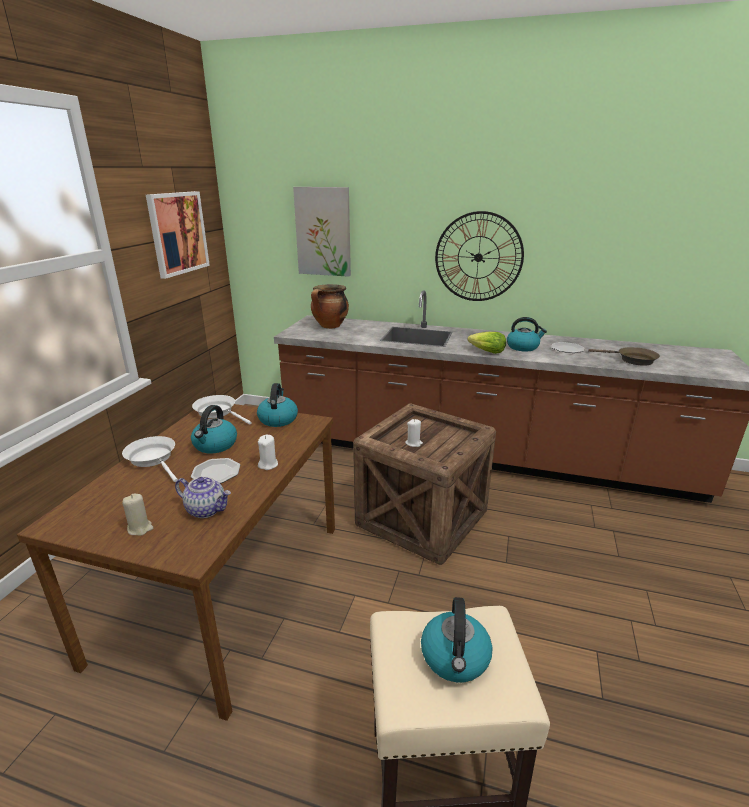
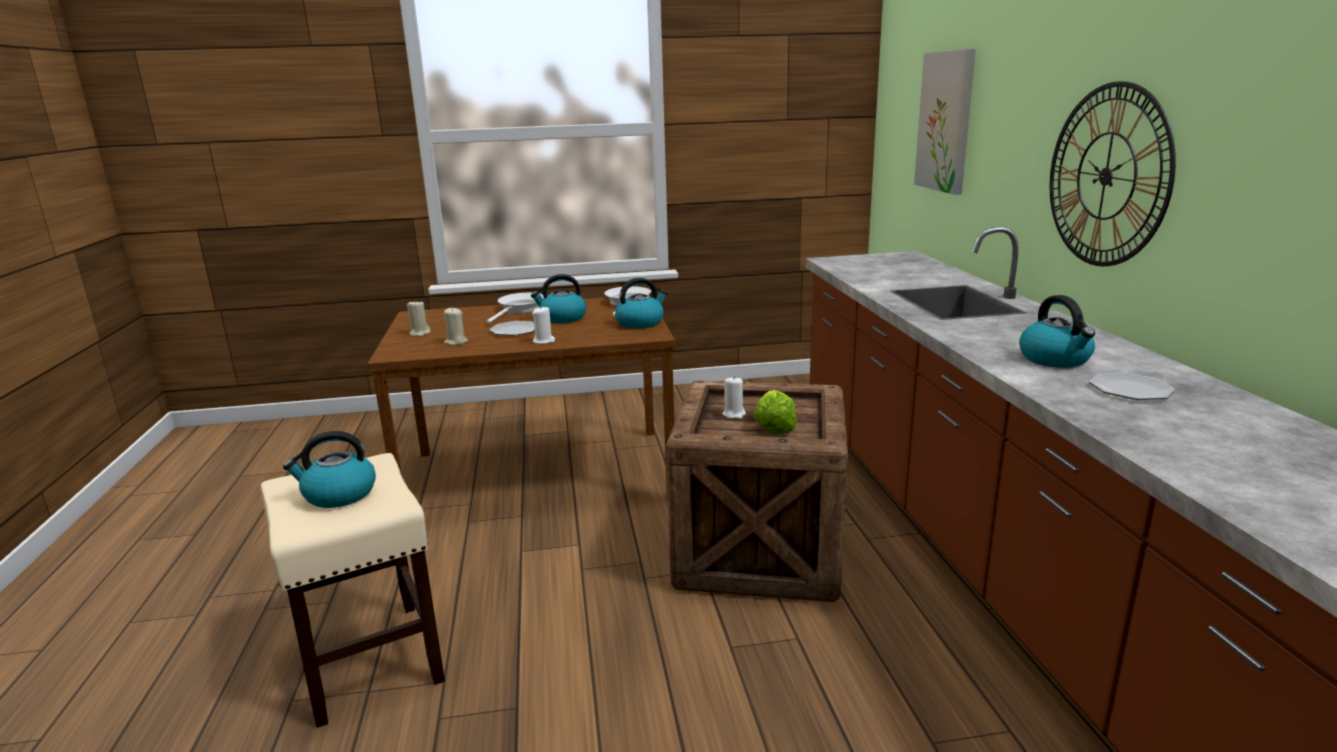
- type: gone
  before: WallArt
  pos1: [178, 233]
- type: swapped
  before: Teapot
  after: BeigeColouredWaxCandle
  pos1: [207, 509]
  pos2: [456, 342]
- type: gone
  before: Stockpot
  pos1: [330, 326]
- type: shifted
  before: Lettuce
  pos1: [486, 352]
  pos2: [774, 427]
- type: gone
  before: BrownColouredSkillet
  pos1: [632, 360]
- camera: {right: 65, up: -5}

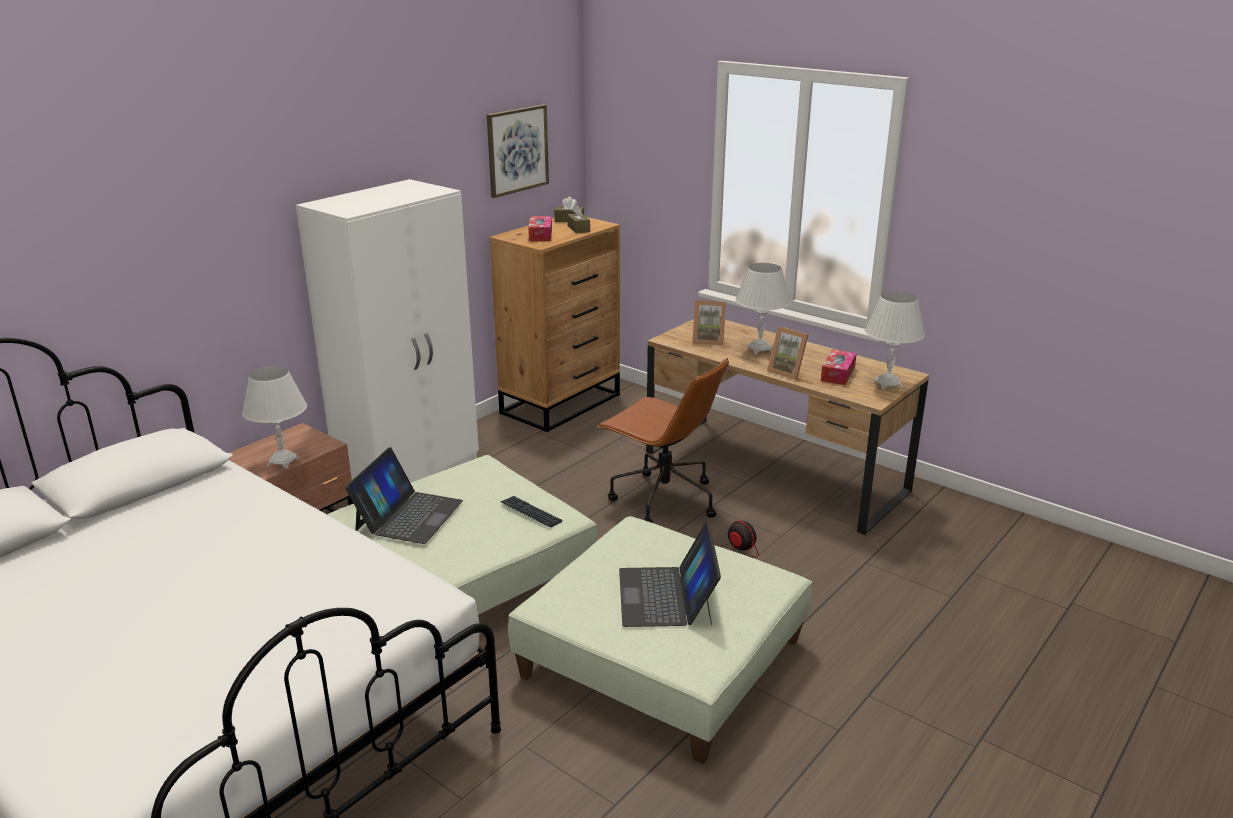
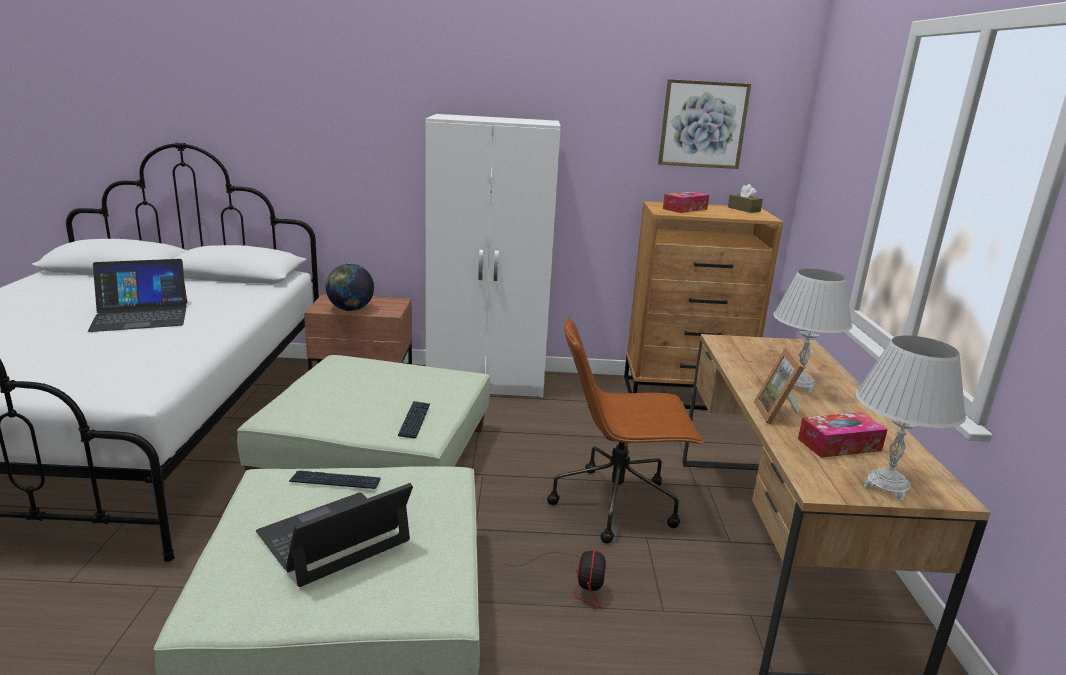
- type: swapped
  before: WhitishTabletopLamp
  after: DeskGlobe
  pos1: [283, 461]
  pos2: [350, 309]
- type: shifted
  before: Laptop
  pos1: [408, 515]
  pos2: [141, 316]
- type: gone
  before: BrownColouredTissueHolder
  pos1: [578, 229]
- type: rotated
  before: BrownColouredComputerChair
  pos1: [662, 500]
  pos2: [617, 504]
  turn: 90
- type: gone
  before: PhotoFrame
  pos1: [708, 340]
- type: new
  after: ComputerKeyboard
  pos2: [335, 481]
- camera: {right: 50, up: -5}

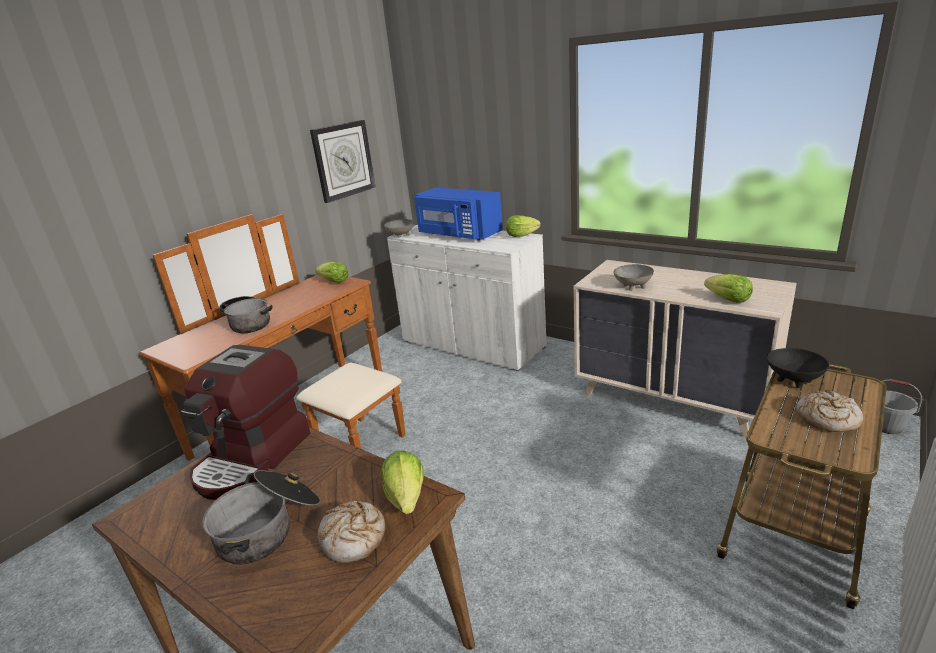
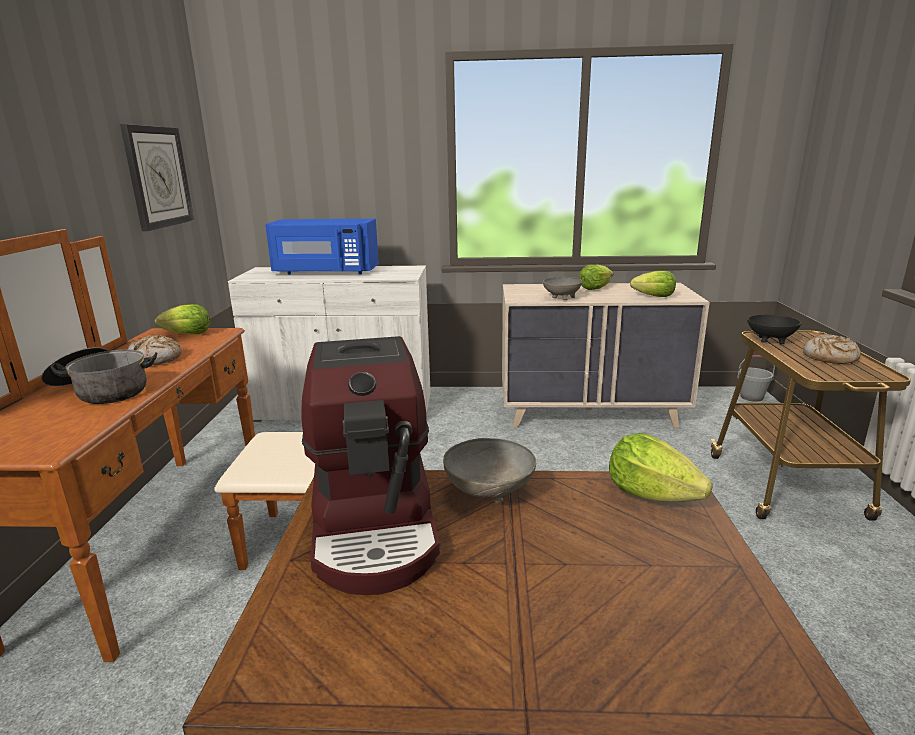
- type: gone
  before: Stockpot
  pos1: [269, 527]
- type: shifted
  before: BakedBread
  pos1: [353, 538]
  pos2: [156, 359]
- type: shifted
  before: GreyDeepDish
  pos1: [400, 235]
  pos2: [487, 493]
- type: shifted
  before: Lettuce
  pos1: [521, 235]
  pos2: [594, 288]
- camera: {right: -35, up: -5}

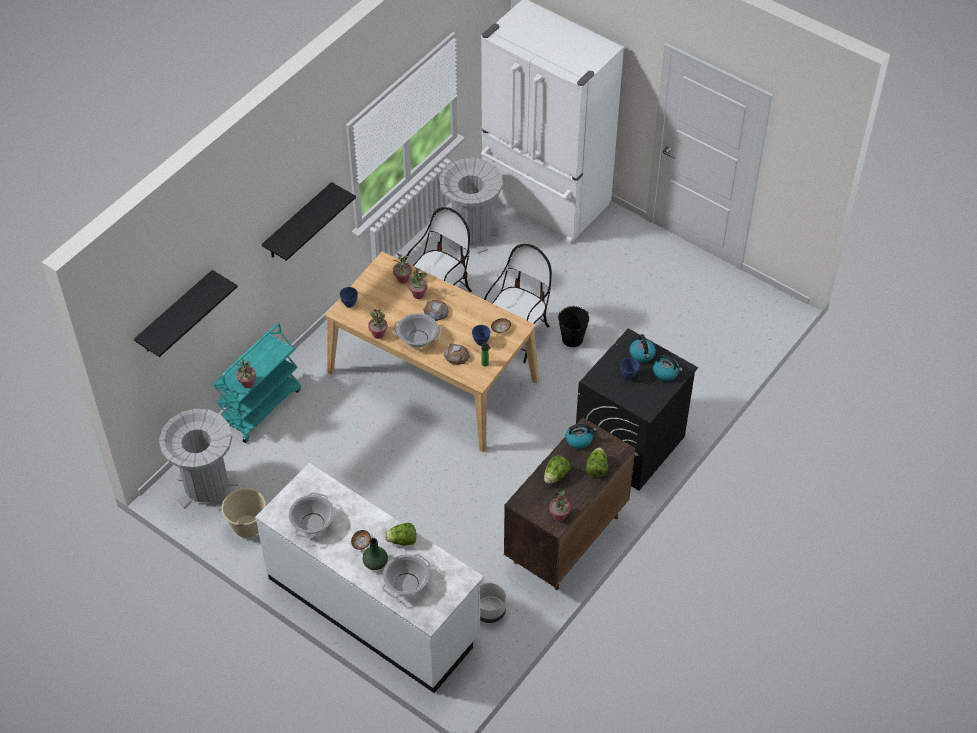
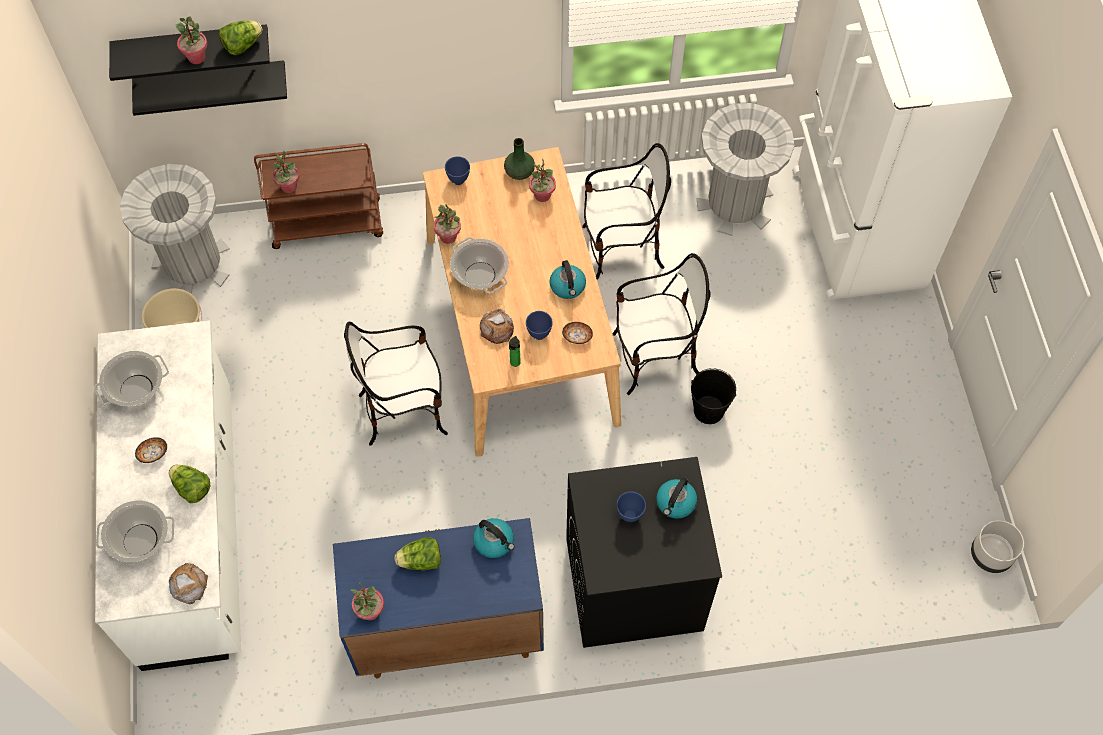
- type: repainted
  before: BlueGreenTrolley
  after: BrownColouredTrolley
  pos1: [260, 407]
  pos2: [328, 223]
- type: shifted
  before: BlackColouredShelf
  pos1: [298, 222]
  pos2: [212, 82]
- type: shifted
  before: GreenishFlowerVase
  pos1: [375, 563]
  pos2: [519, 172]
- type: shifted
  before: Houseplant
  pos1: [418, 294]
  pos2: [197, 57]
- type: shifted
  before: BakedBread
  pos1: [435, 312]
  pos2: [188, 584]
- type: shifted
  before: GreyFlowerPot
  pos1: [489, 611]
  pos2: [990, 555]
- type: repainted
  before: BrownColouredCupboard
  after: BluishCupboard
  pos1: [565, 540]
  pos2: [446, 630]
- type: shifted
  before: Lettuce
  pos1: [596, 468]
  pos2: [242, 45]
- type: shifted
  before: WaterKettle
  pos1: [666, 372]
  pos2: [568, 287]
- type: new
  after: UprightChair
  pos2: [404, 410]
- camera: {right: 45, up: 10}

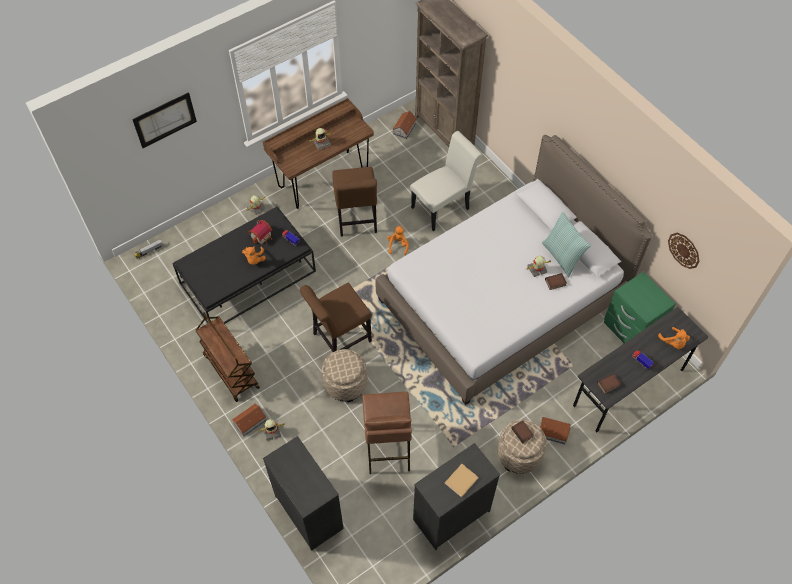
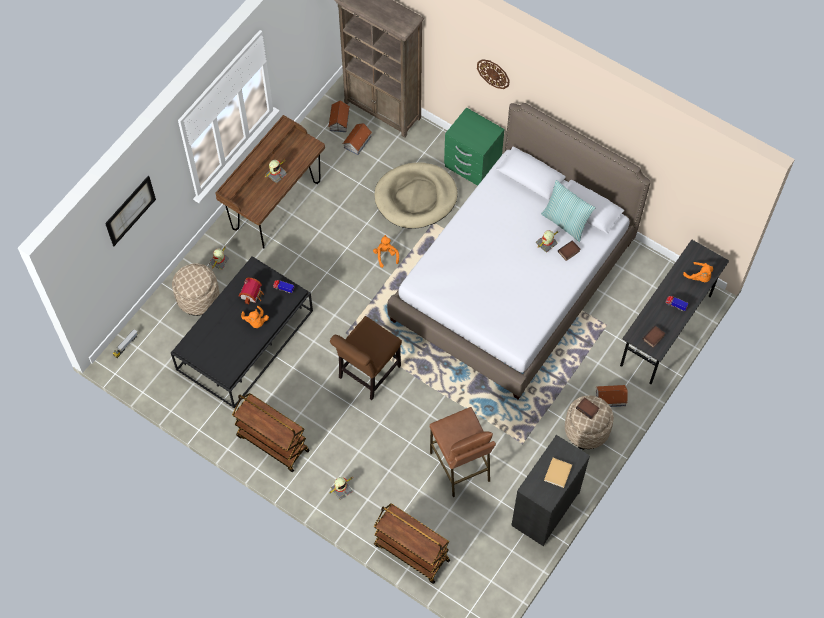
- type: shifted
  before: MiniatureHouse
  pos1: [249, 422]
  pos2: [357, 142]
- type: swapped
  before: BlackColouredDresser
  after: BrownColouredTrolley
  pos1: [309, 512]
  pos2: [411, 552]
- type: shifted
  before: BeigeColouredPouffe
  pos1: [345, 383]
  pos2: [198, 298]
- type: gone
  before: BrownColouredUprightChair
  pos1: [356, 220]
- type: swapped
  before: WhitishUprightChair
  after: BeigeColouredPetBed
  pos1: [443, 206]
  pos2: [416, 197]
- type: shifted
  before: GreenishNightTable
  pos1: [630, 329]
  pos2: [472, 165]
- type: shifted
  before: ClockOnTheWall
  pos1: [684, 250]
  pos2: [493, 73]
- camera: {right: -20, up: 5}

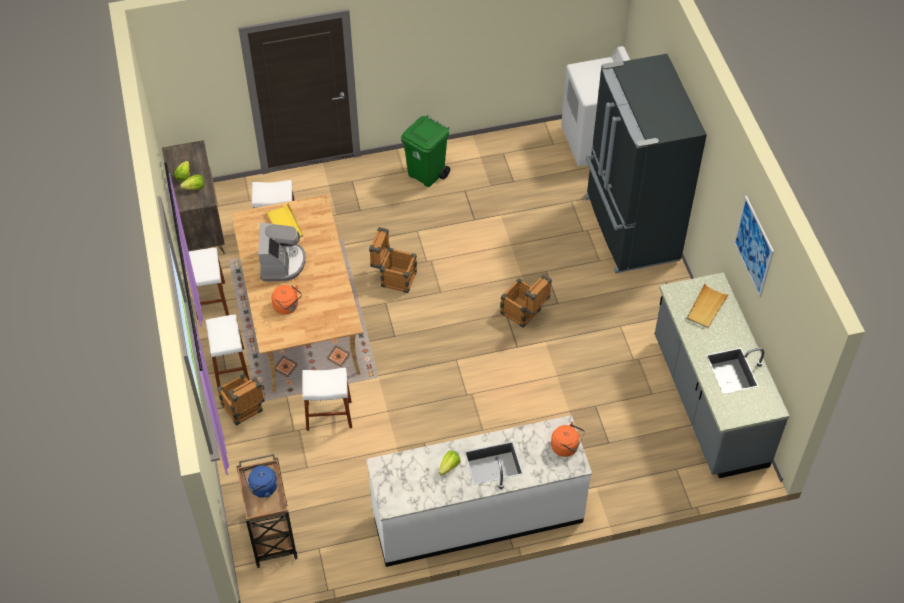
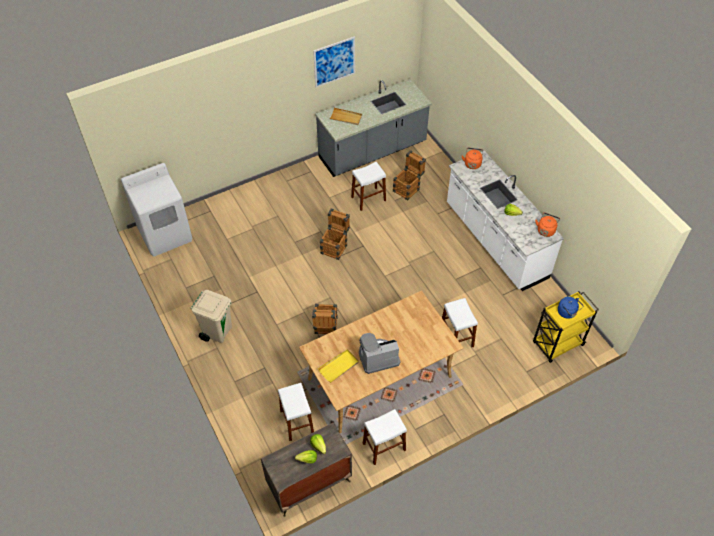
- type: shifted
  before: WhitishStoolSeat
  pos1: [231, 368]
  pos2: [368, 199]
- type: shifted
  before: PackingCrate
  pos1: [244, 411]
  pos2: [408, 188]
- type: repainted
  before: BrownColouredTrolley
  after: YellowishTrolley
  pos1: [271, 533]
  pos2: [557, 344]
- type: shifted
  before: OrangeyWaterKettle
  pos1: [287, 307]
  pos2: [546, 230]
- type: repainted
  before: GreenishTrashCan
  after: BeigeColouredTrashCan
  pos1: [427, 174]
  pos2: [217, 331]
- type: gone
  before: BlackColouredRefrigerator
  pos1: [630, 229]
- camera: {right: -105, up: 0}

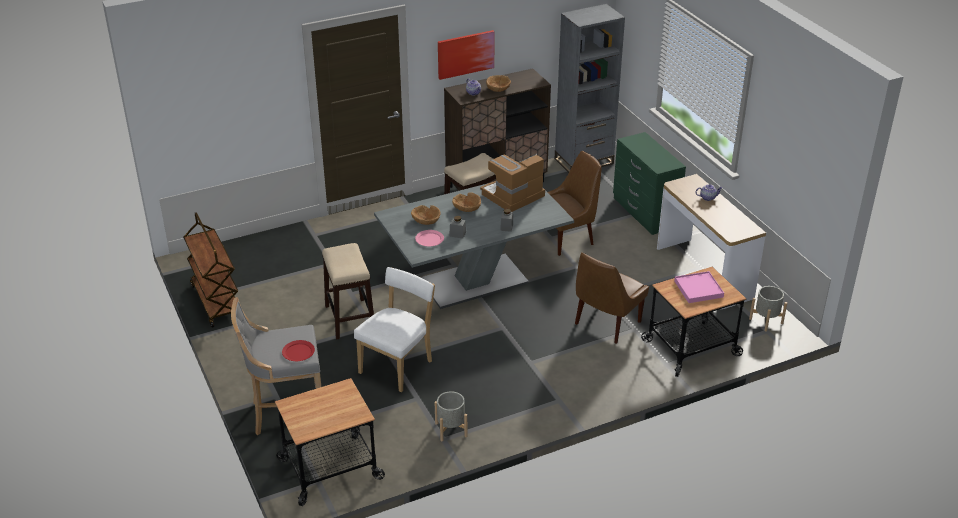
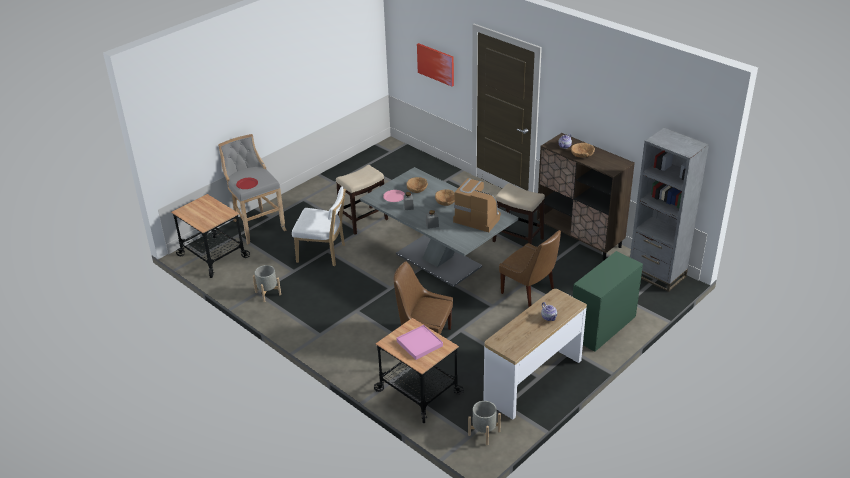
- type: gone
  before: BrownColouredTrolley
  pos1: [216, 302]
- type: shifted
  before: WallArt
  pos1: [465, 54]
  pos2: [436, 64]
- camera: {right: 70, up: 0}

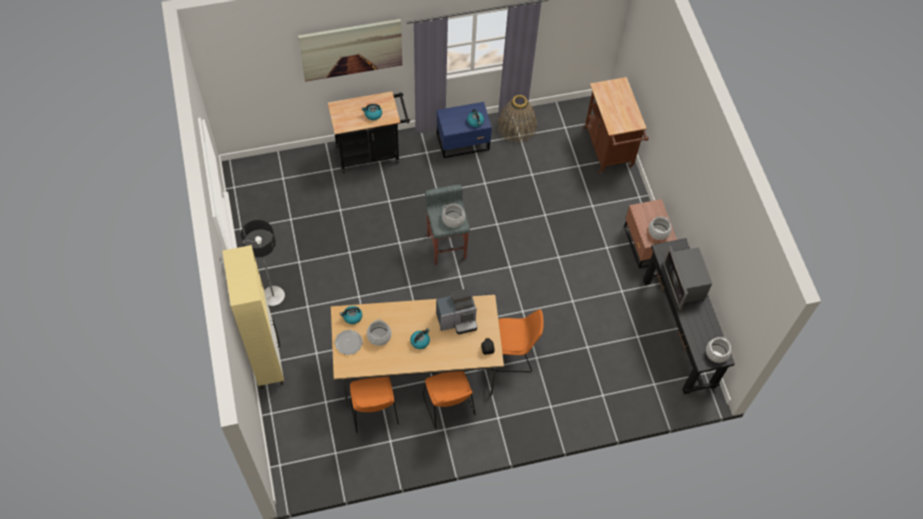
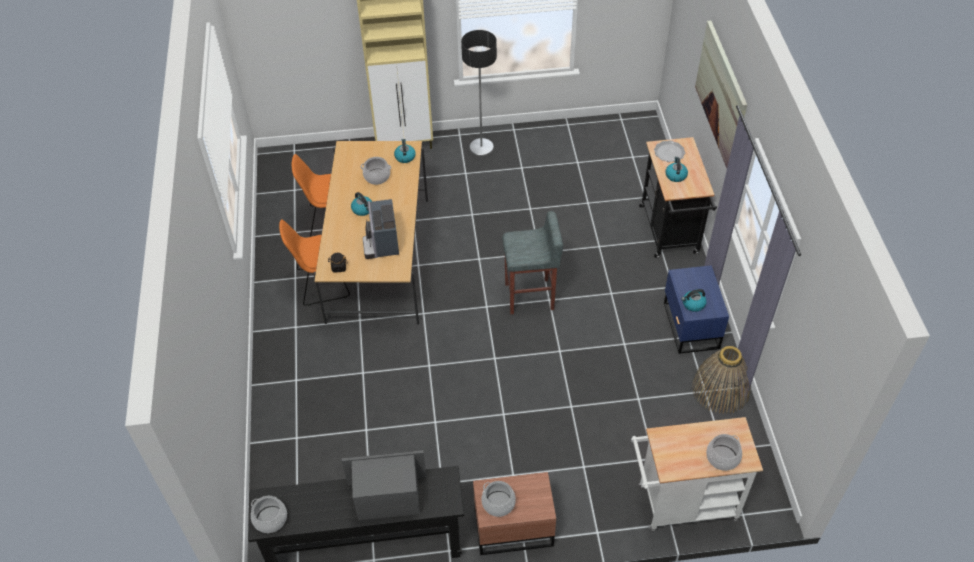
- type: shifted
  before: Plate
  pos1: [348, 342]
  pos2: [669, 152]
- type: shifted
  before: Stockpot
  pos1: [453, 219]
  pos2: [722, 458]
- type: gone
  before: OrangeyUprightChair
  pos1: [514, 353]
- type: repainted
  before: BrownColouredTrolley
  after: WhitishTrolley
  pos1: [609, 151]
  pos2: [681, 504]
- camera: {right: 100, up: -10}

